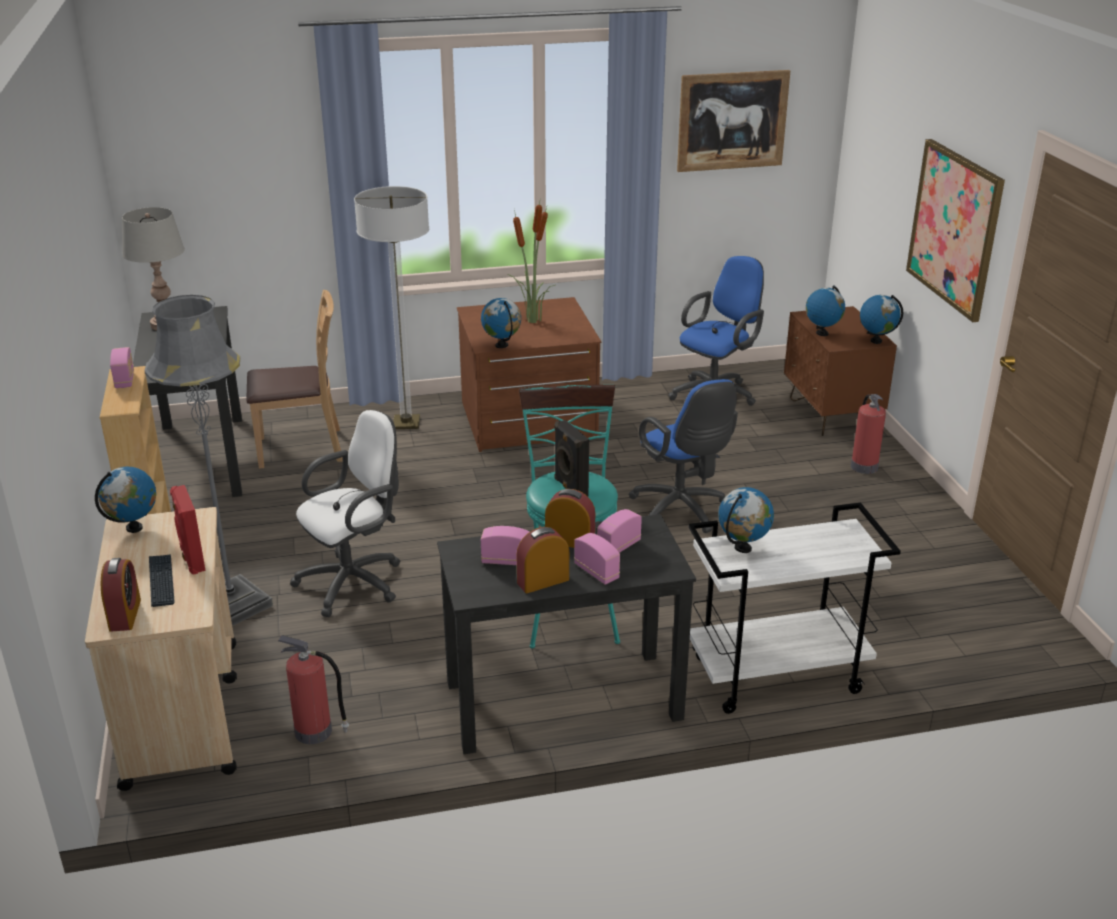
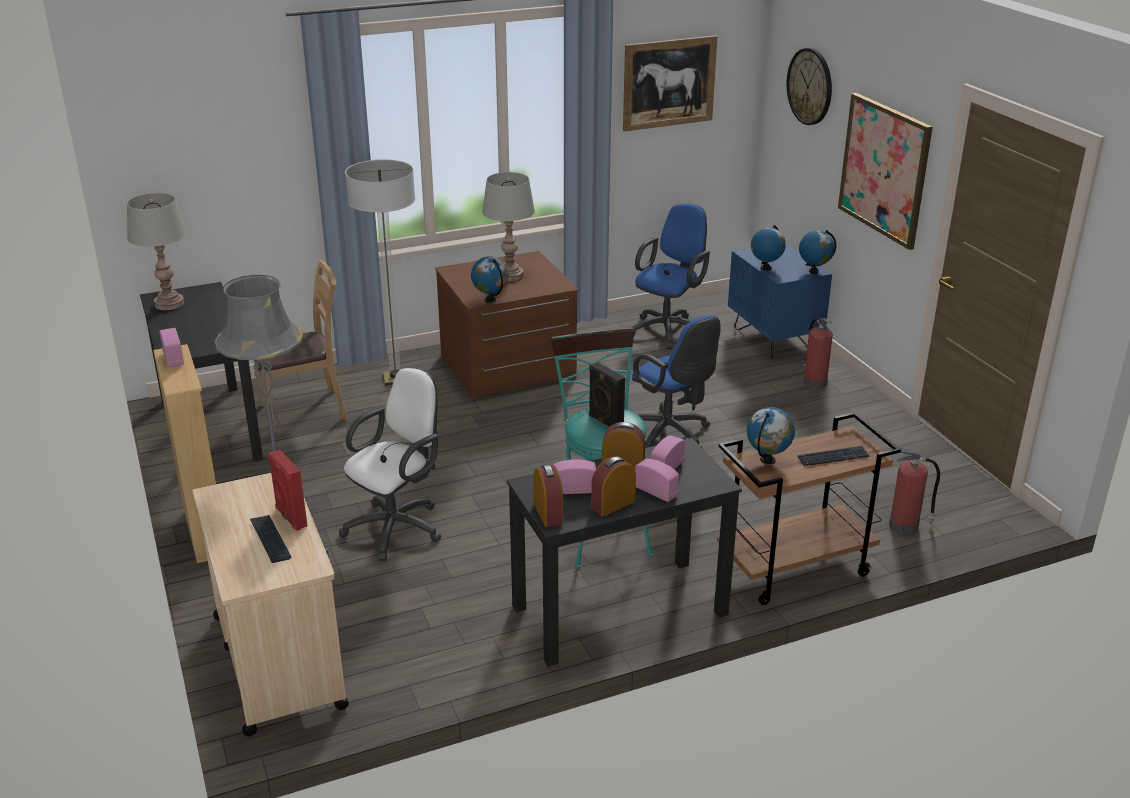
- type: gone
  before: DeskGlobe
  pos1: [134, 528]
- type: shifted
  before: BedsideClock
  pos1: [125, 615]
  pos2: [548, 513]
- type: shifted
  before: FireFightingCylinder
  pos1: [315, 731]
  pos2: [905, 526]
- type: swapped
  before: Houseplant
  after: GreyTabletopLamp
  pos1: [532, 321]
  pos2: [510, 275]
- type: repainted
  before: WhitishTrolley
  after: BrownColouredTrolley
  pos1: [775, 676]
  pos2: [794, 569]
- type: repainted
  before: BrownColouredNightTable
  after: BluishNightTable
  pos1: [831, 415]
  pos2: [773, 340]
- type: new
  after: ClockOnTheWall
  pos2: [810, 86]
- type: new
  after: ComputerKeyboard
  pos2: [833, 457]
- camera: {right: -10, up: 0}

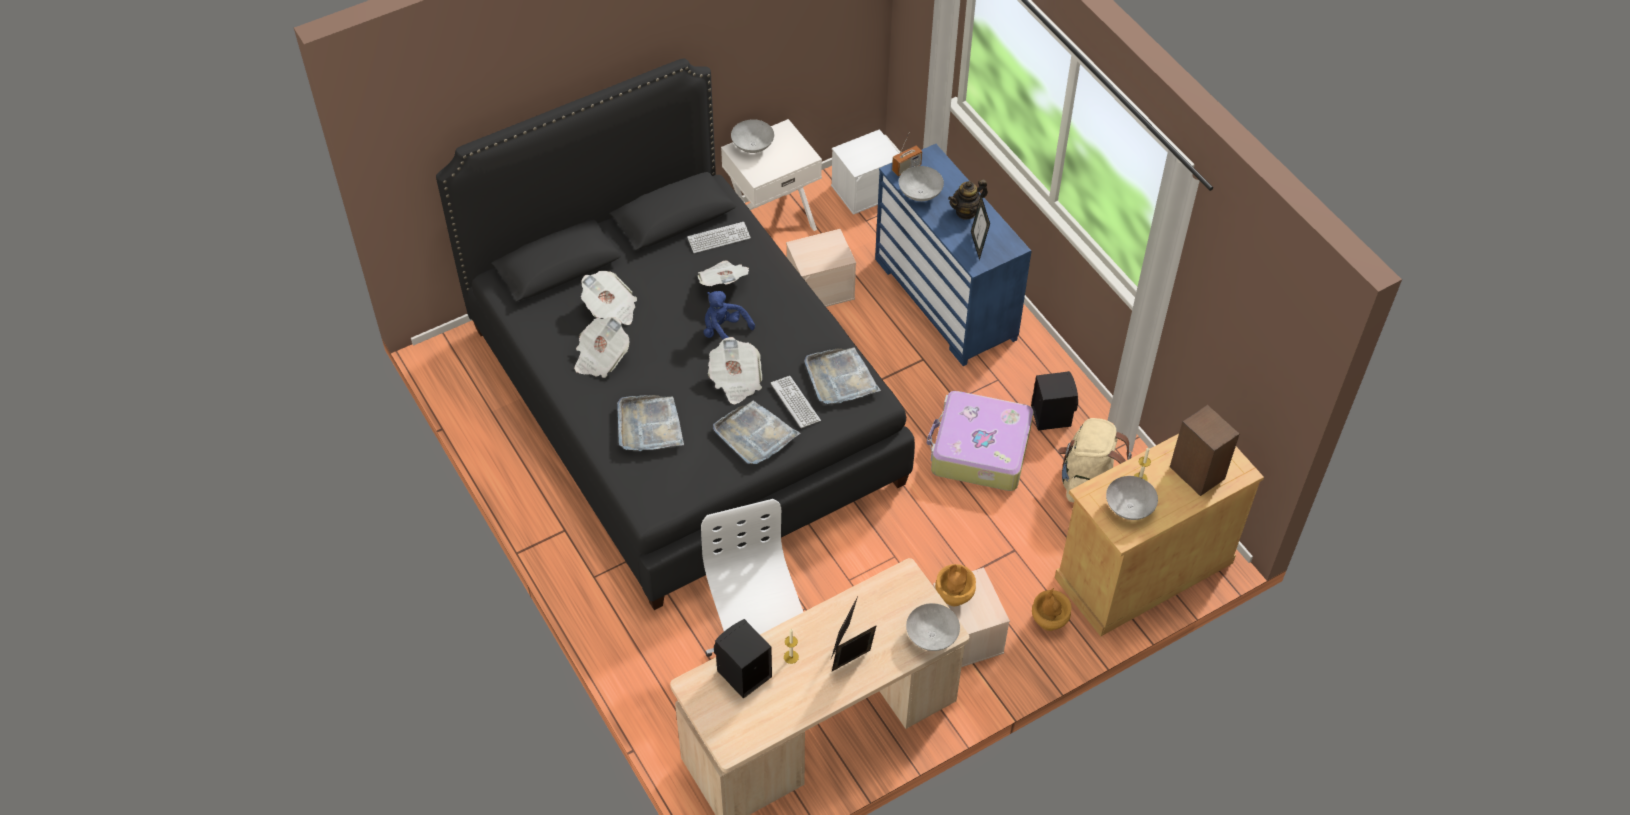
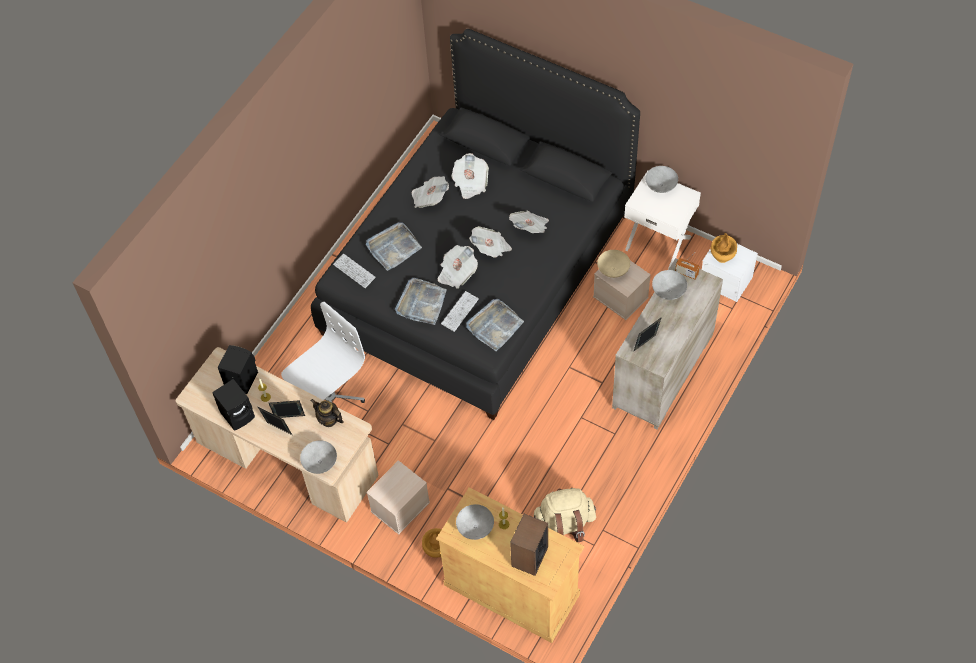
- type: shifted
  before: ComputerKeyboard
  pos1: [719, 238]
  pos2: [354, 271]
- type: swapped
  before: BluishPlushToy
  after: DailyPaper
  pos1: [724, 332]
  pos2: [491, 248]
- type: repainted
  before: BluishDresser
  after: BeigeColouredDresser
  pos1: [946, 299]
  pos2: [663, 371]
- type: gone
  before: Suitcase
  pos1: [979, 450]
- type: shifted
  before: BrownColouredFlowerVase
  pos1: [954, 597]
  pos2: [722, 257]
- type: shifted
  before: Teapot
  pos1: [966, 211]
  pos2: [329, 419]
- type: shifted
  before: BlackColouredLoudspeaker
  pos1: [1051, 415]
  pos2: [238, 414]
- type: new
  after: BeigeColouredDeepDish
  pos2: [613, 269]
- camera: {right: 65, up: 5}

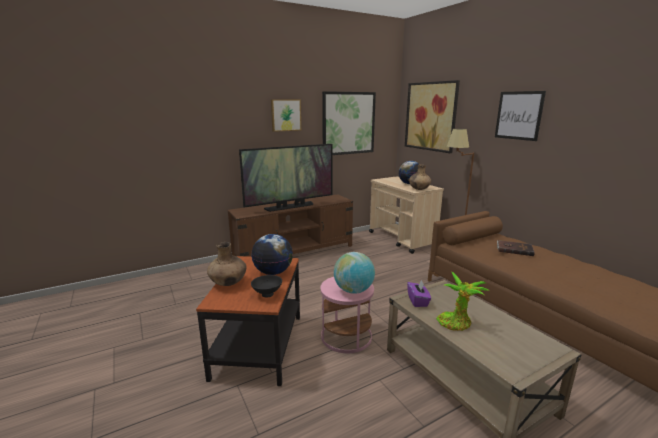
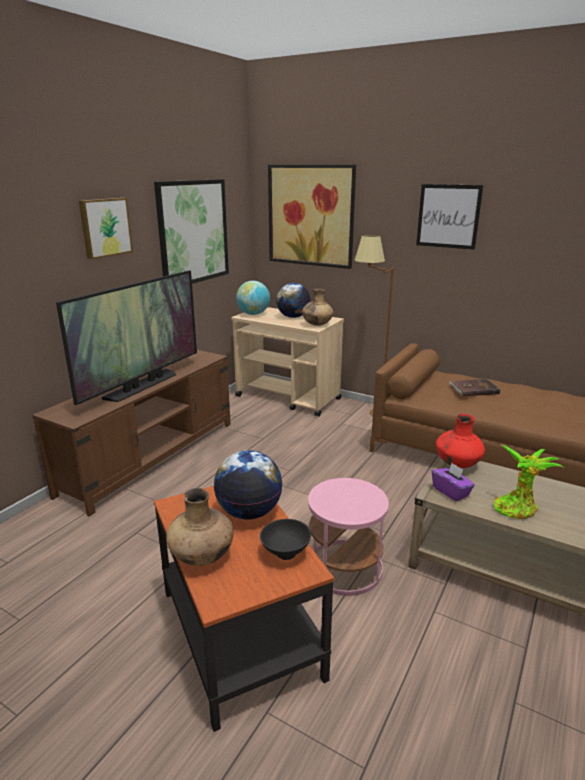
- type: shifted
  before: DeskGlobe
  pos1: [353, 290]
  pos2: [253, 314]
- type: new
  after: RedColouredFlowerVase
  pos2: [457, 464]
- camera: {right: -30, up: 5}

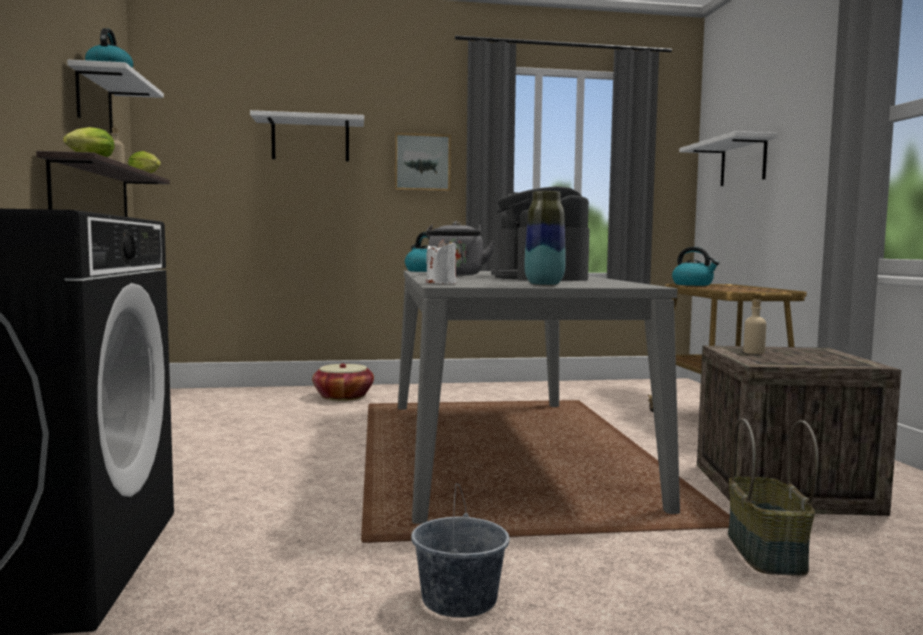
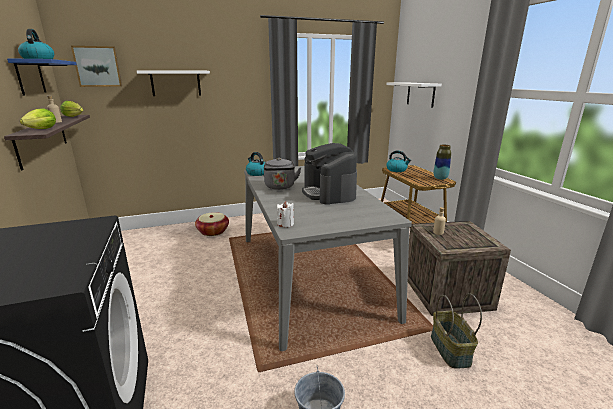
- type: repainted
  before: WhitishShelf
  after: BluishShelf
  pos1: [94, 101]
  pos2: [30, 77]
- type: shifted
  before: WallArt
  pos1: [422, 163]
  pos2: [98, 66]
- type: shifted
  before: FlowerVase
  pos1: [544, 284]
  pos2: [440, 178]
- camera: {right: -10, up: 15}

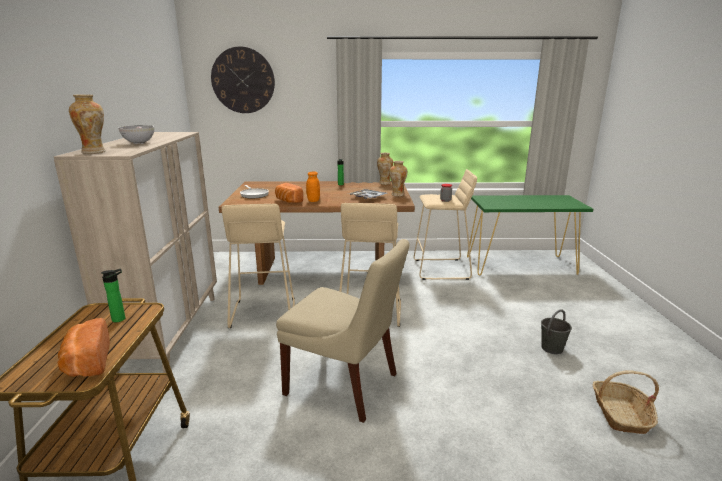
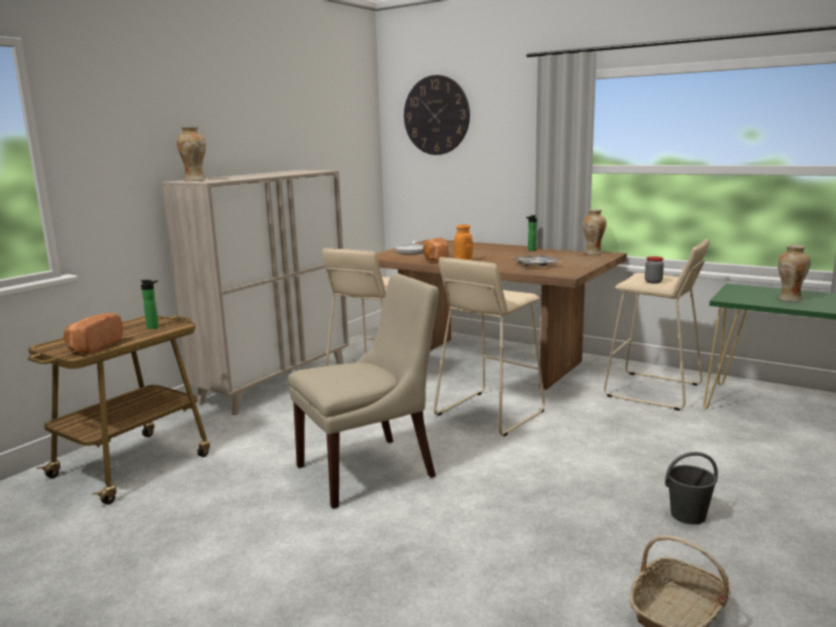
- type: gone
  before: DeepDish
  pos1: [139, 143]
- type: rotated
  before: BeigeColouredUprightChair
  pos1: [345, 385]
  pos2: [370, 470]
  turn: -90
- type: shifted
  before: FlowerVase
  pos1: [397, 195]
  pos2: [789, 299]
- camera: {right: 35, up: -5}

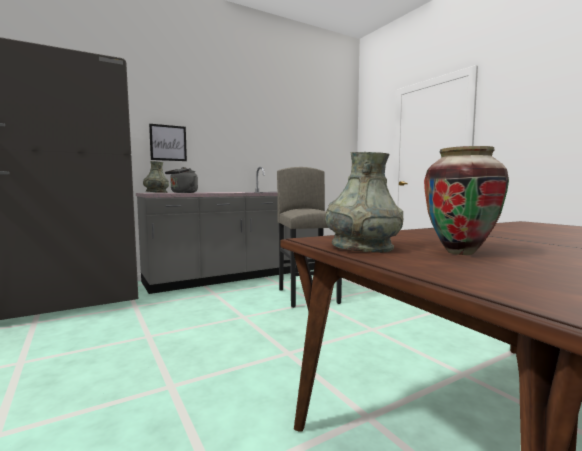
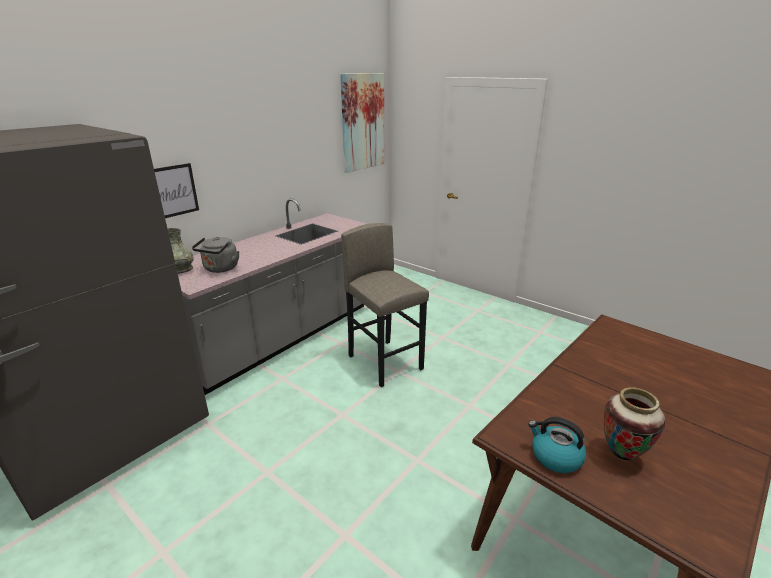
- type: swapped
  before: GreyFlowerVase
  after: WaterKettle
  pos1: [362, 247]
  pos2: [555, 457]
- type: new
  after: WallArt
  pos2: [362, 122]
- camera: {right: -20, up: 20}

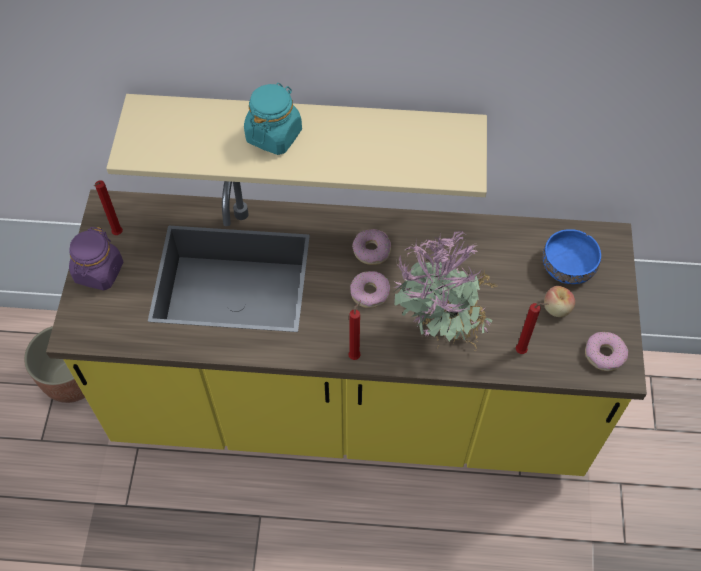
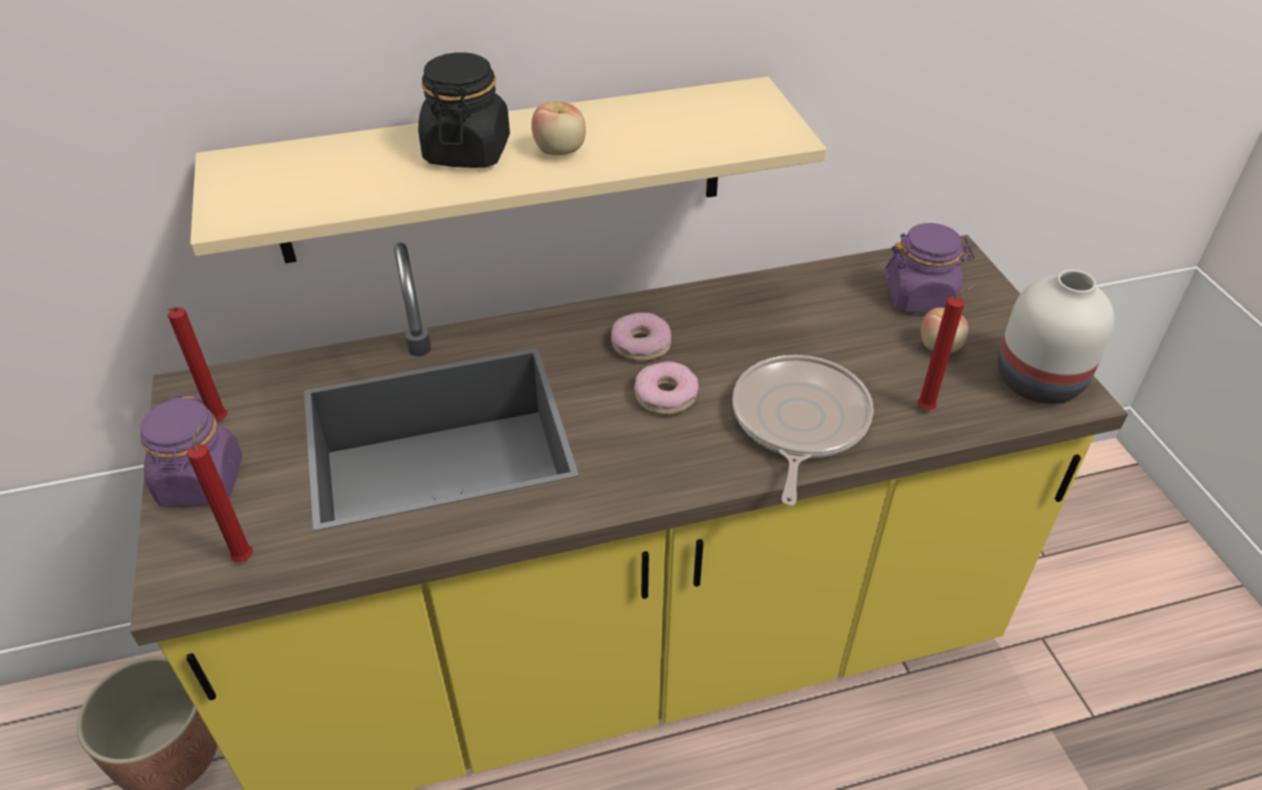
- type: repainted
  before: BlueGreenStorageJar
  after: BlackColouredStorageJar
  pos1: [274, 135]
  pos2: [467, 151]
- type: shifted
  before: RedColouredWaxCandle
  pos1: [355, 355]
  pos2: [246, 556]
- type: swapped
  before: Houseplant
  after: Skillet
  pos1: [438, 336]
  pos2: [798, 422]
- type: swapped
  before: BluishDeepDish
  after: PurpleStorageJar
  pos1: [566, 266]
  pos2: [920, 297]
- type: swapped
  before: RingDoughnut
  after: WhitishFlowerVase
  pos1: [604, 354]
  pos2: [1039, 382]
- type: new
  after: Apple
  pos2: [560, 151]
- camera: {right: -20, up: -15}

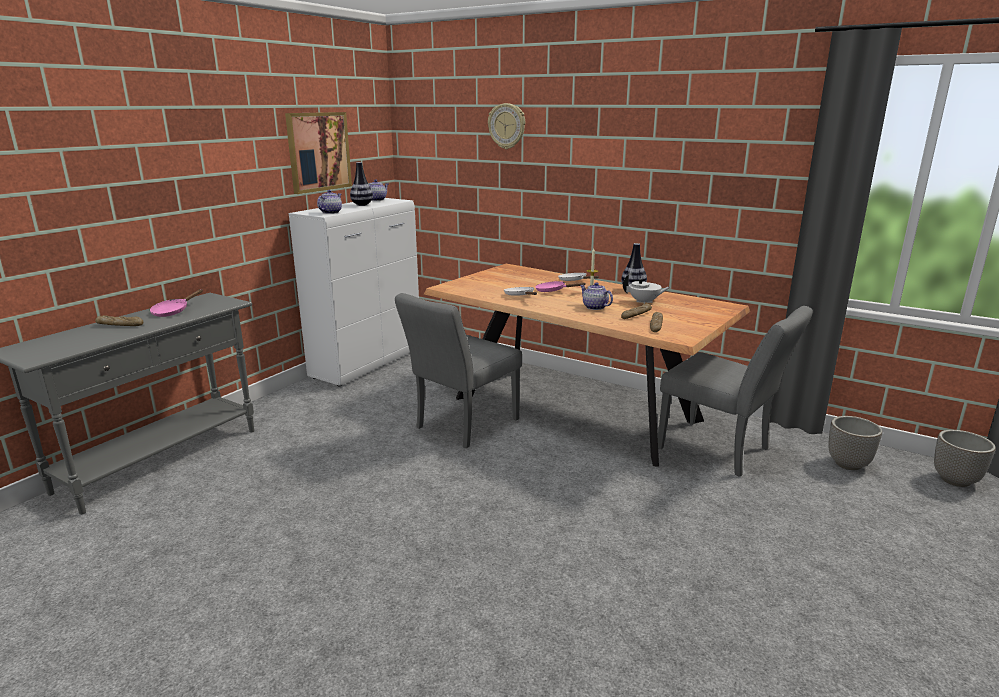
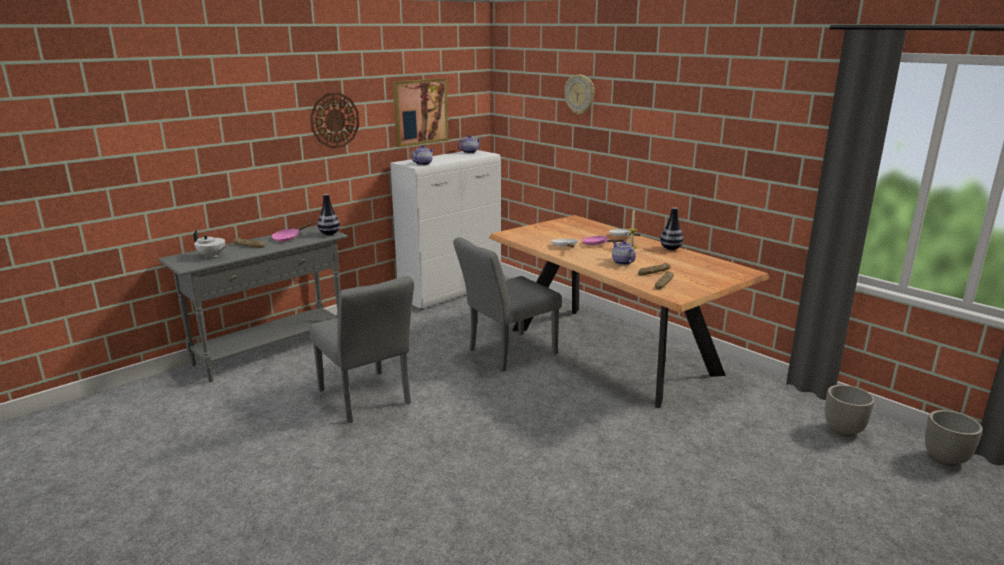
- type: shifted
  before: FlowerVase
  pos1: [362, 205]
  pos2: [329, 234]
- type: shifted
  before: WhitishTeapot
  pos1: [644, 302]
  pos2: [212, 256]
- type: shifted
  before: GreyUprightChair
  pos1: [721, 451]
  pos2: [367, 400]
- type: new
  after: ClockOnTheWall
  pos2: [334, 120]
- camera: {right: 15, up: 0}

